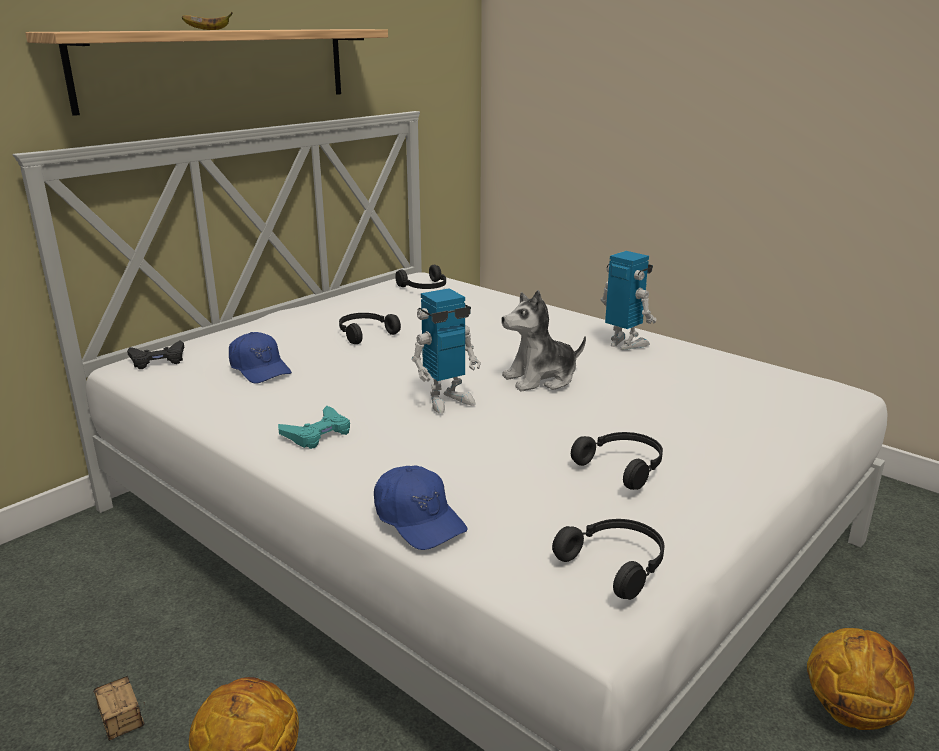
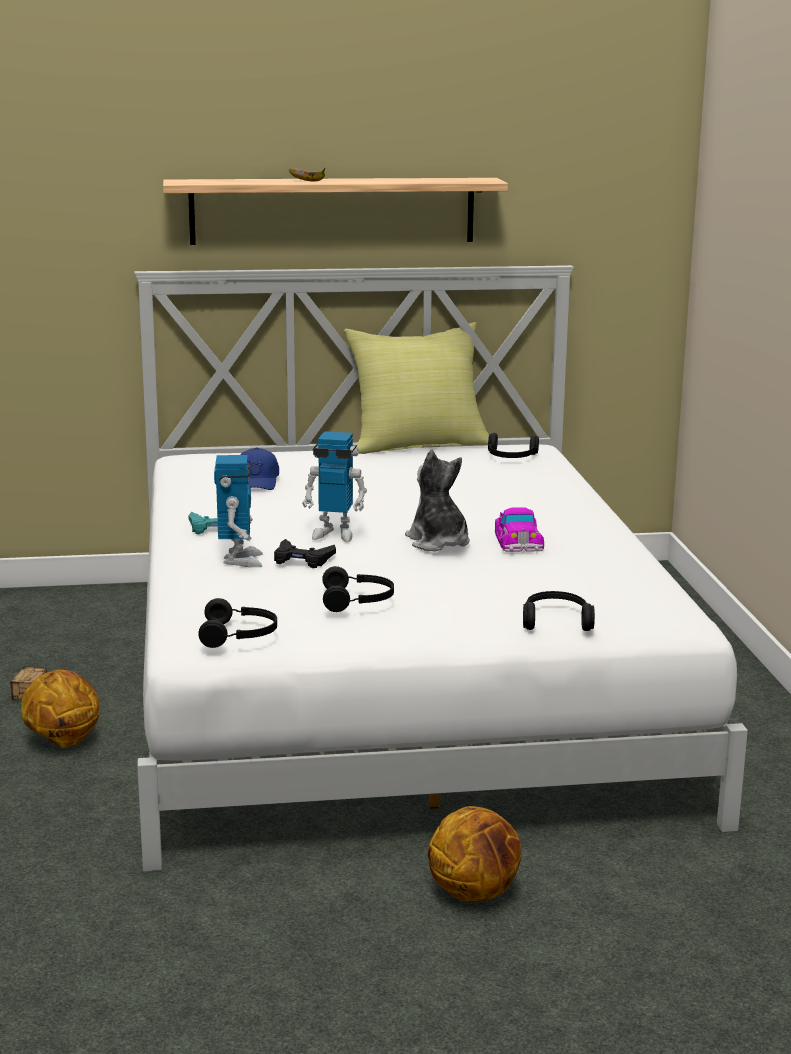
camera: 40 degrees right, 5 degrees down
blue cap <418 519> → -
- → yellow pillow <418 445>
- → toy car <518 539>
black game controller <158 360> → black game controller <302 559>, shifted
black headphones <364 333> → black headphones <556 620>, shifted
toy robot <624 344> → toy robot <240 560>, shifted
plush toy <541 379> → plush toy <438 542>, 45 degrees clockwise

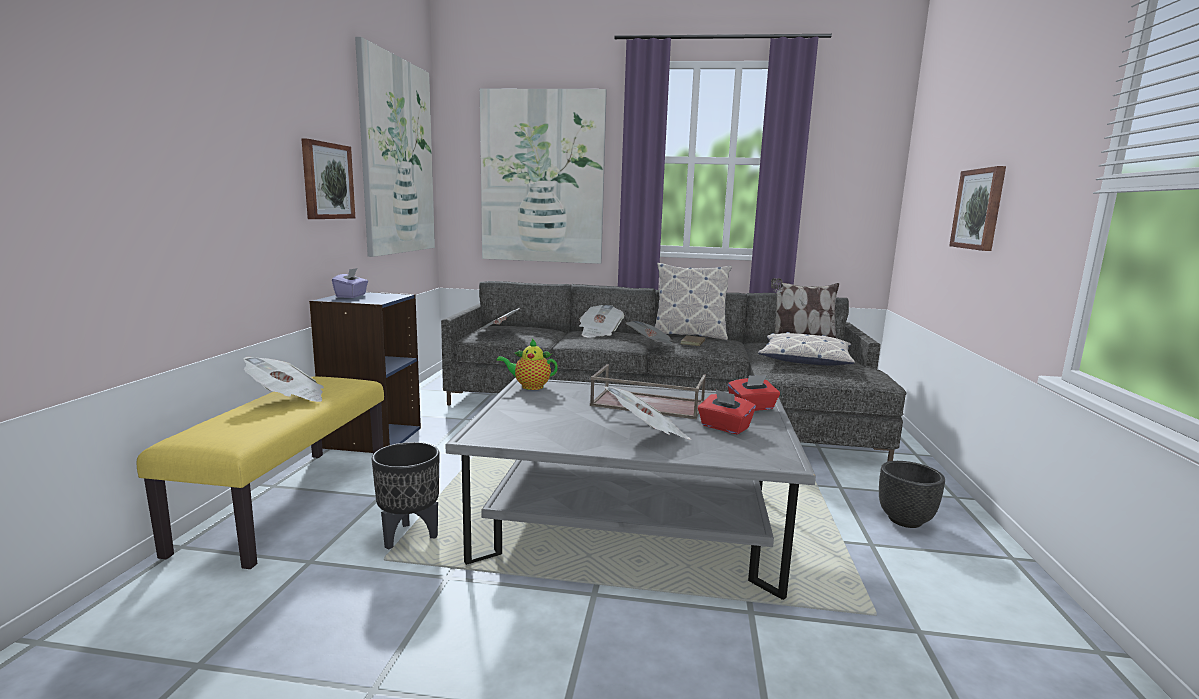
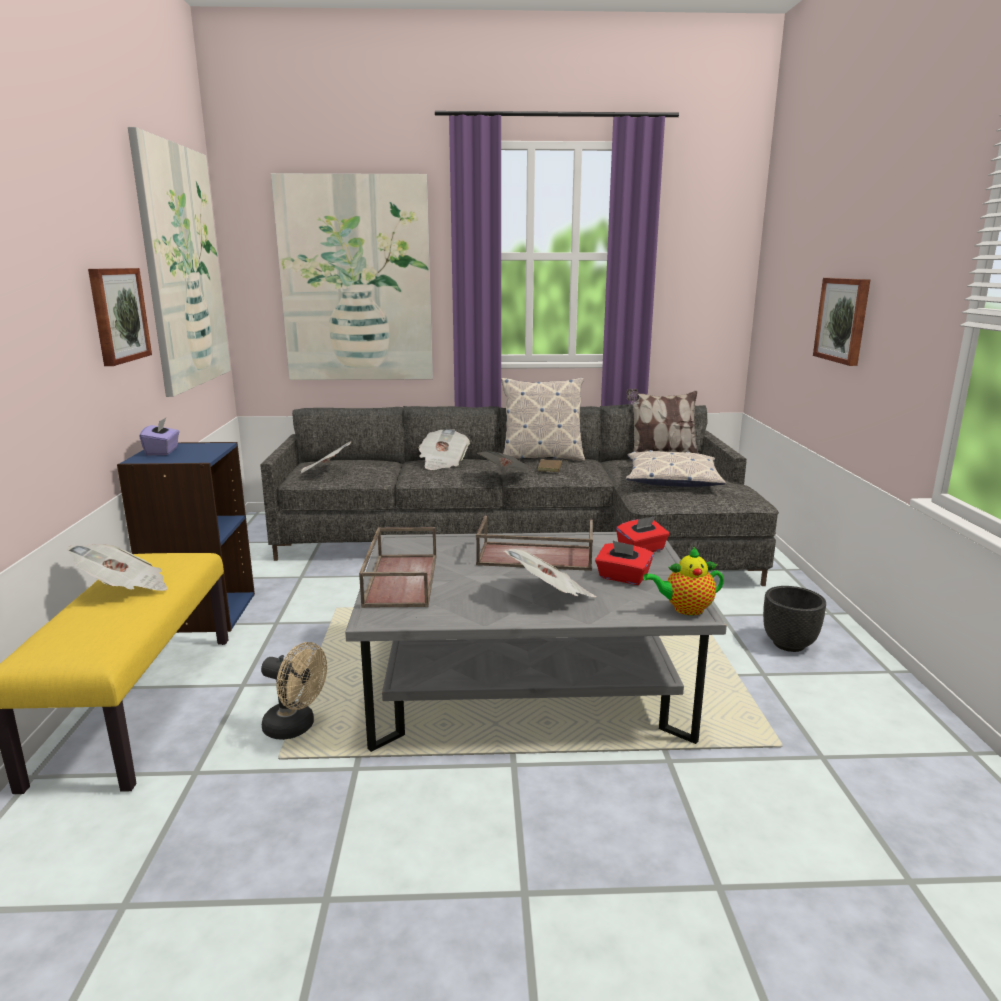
camera: 10 degrees left, 5 degrees up
- → brown tray <400 579>
teapot <529 386> → teapot <685 609>, shifted
black planter <409 536> → beige fan <296 727>

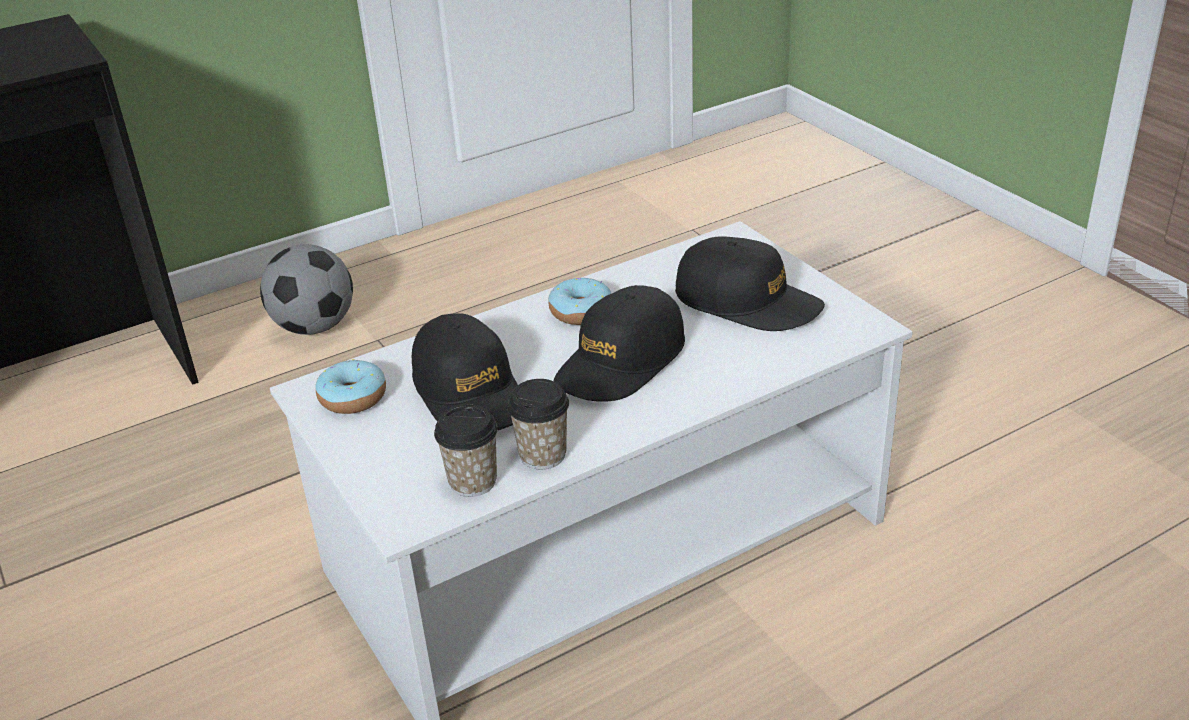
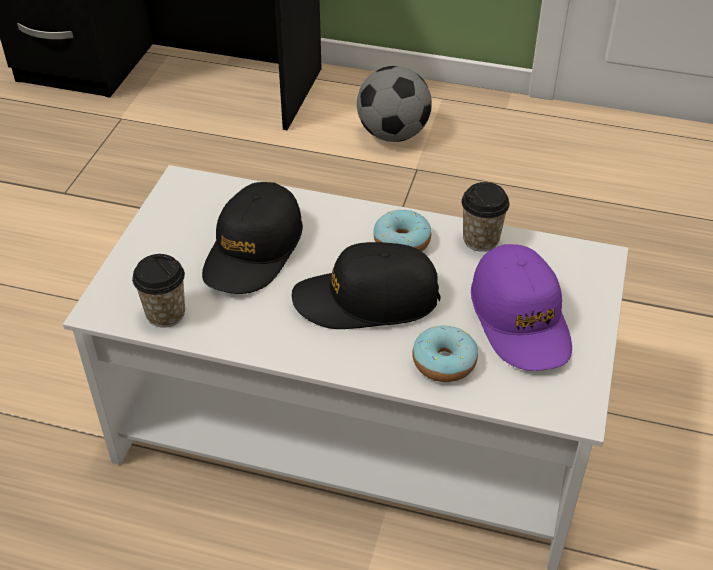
camera: 45 degrees right, 10 degrees up
donut <353 398> → donut <444 362>, shifted
cup <542 455> → cup <481 240>, shifted
black cap <747 302> → purple cap <521 319>

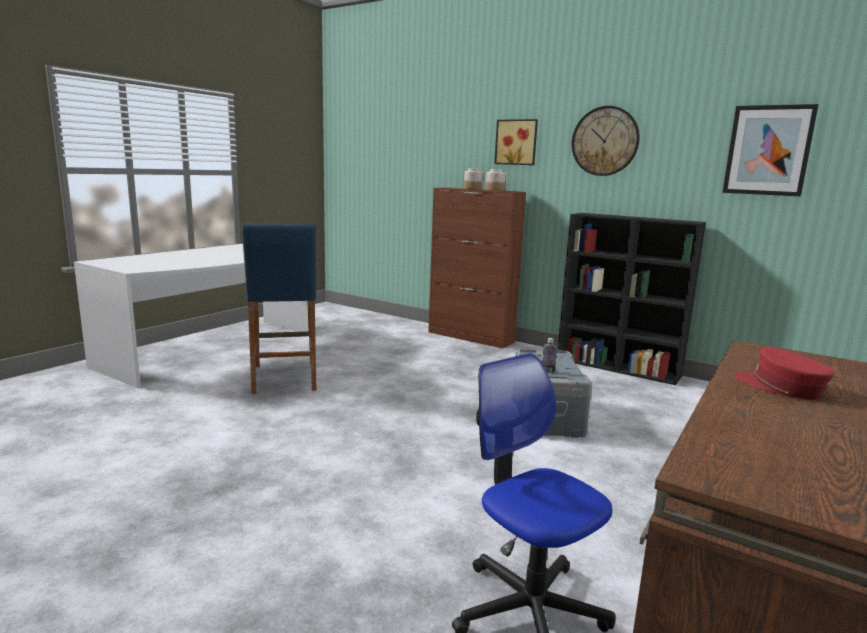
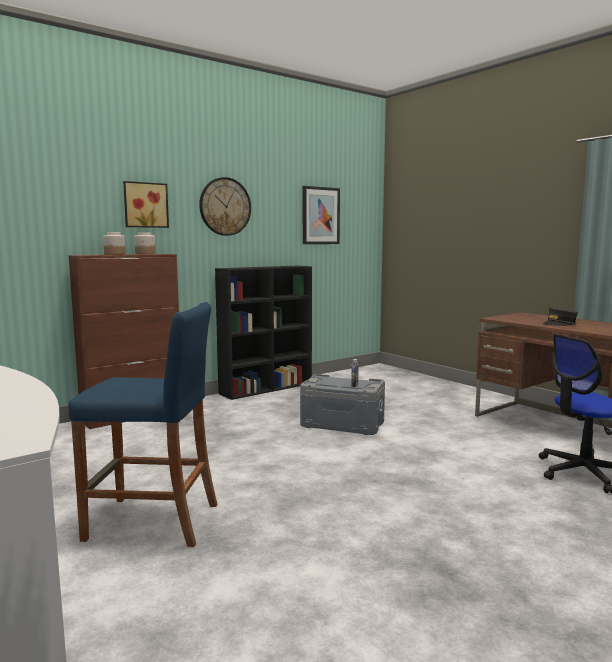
camera: 70 degrees left, 5 degrees down
red cap <780 387> → grey cap <559 324>

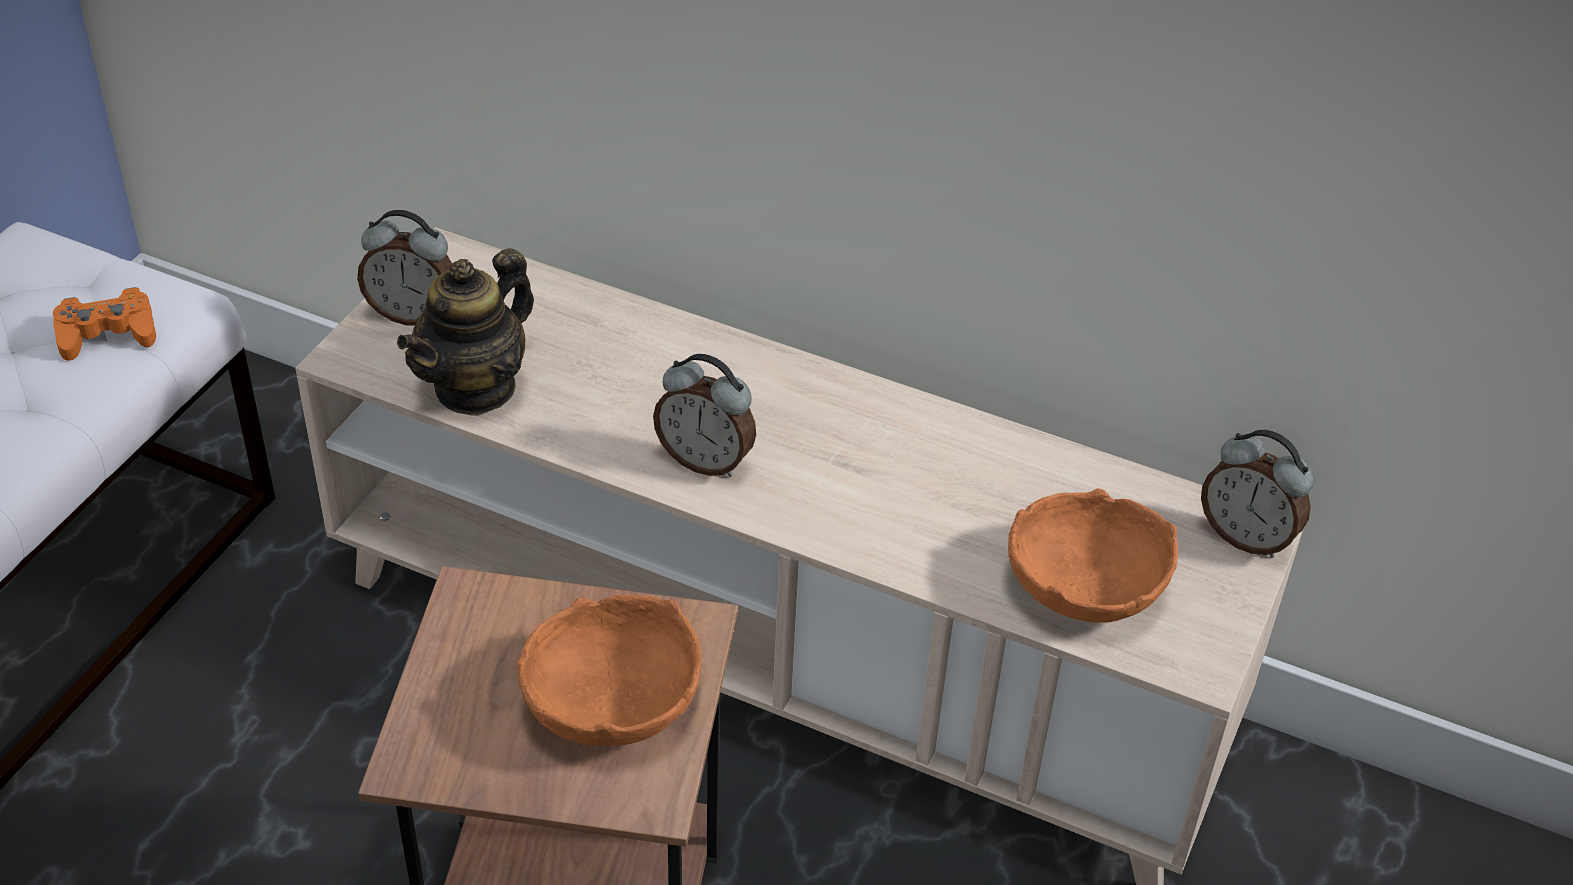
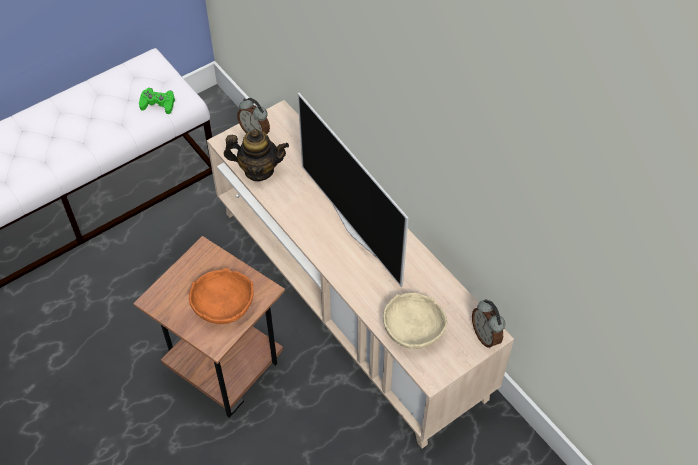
camera: 30 degrees right, 10 degrees up
alarm clock <706 460> → -
- → television <356 229>
orange game controller <107 333> → green game controller <158 104>
orange bowl <1083 586> → beige bowl <412 329>
teapot <475 387> → teapot <258 170>, 150 degrees counterclockwise

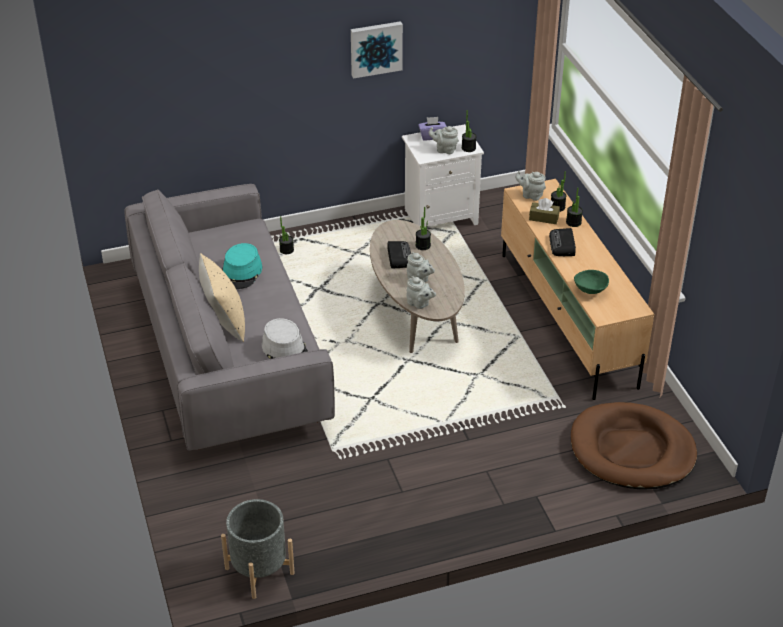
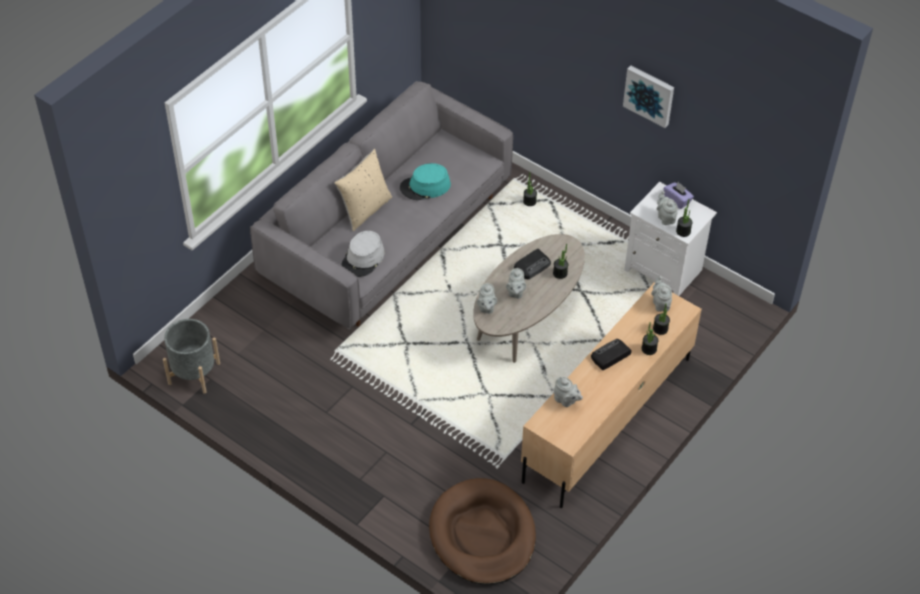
camera: 55 degrees right, 10 degrees up
brown tissue box <544 218> → -
green bowl <590 290> → grey teapot <566 401>

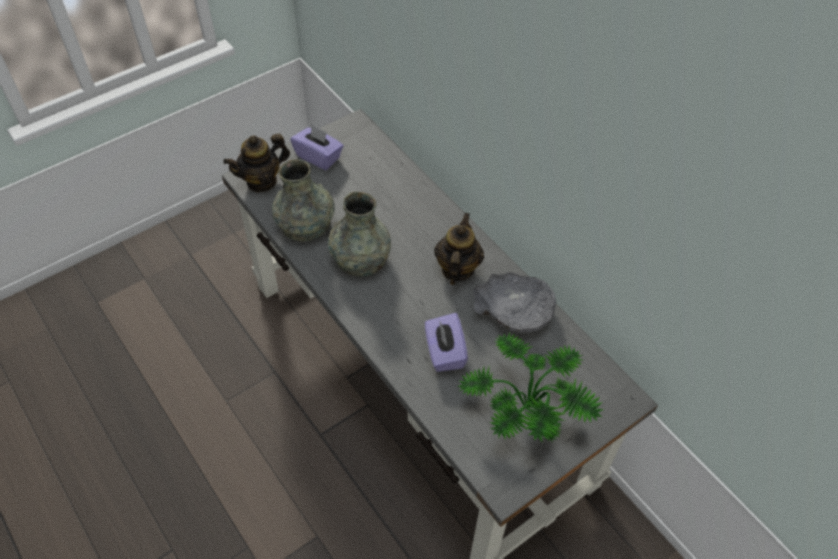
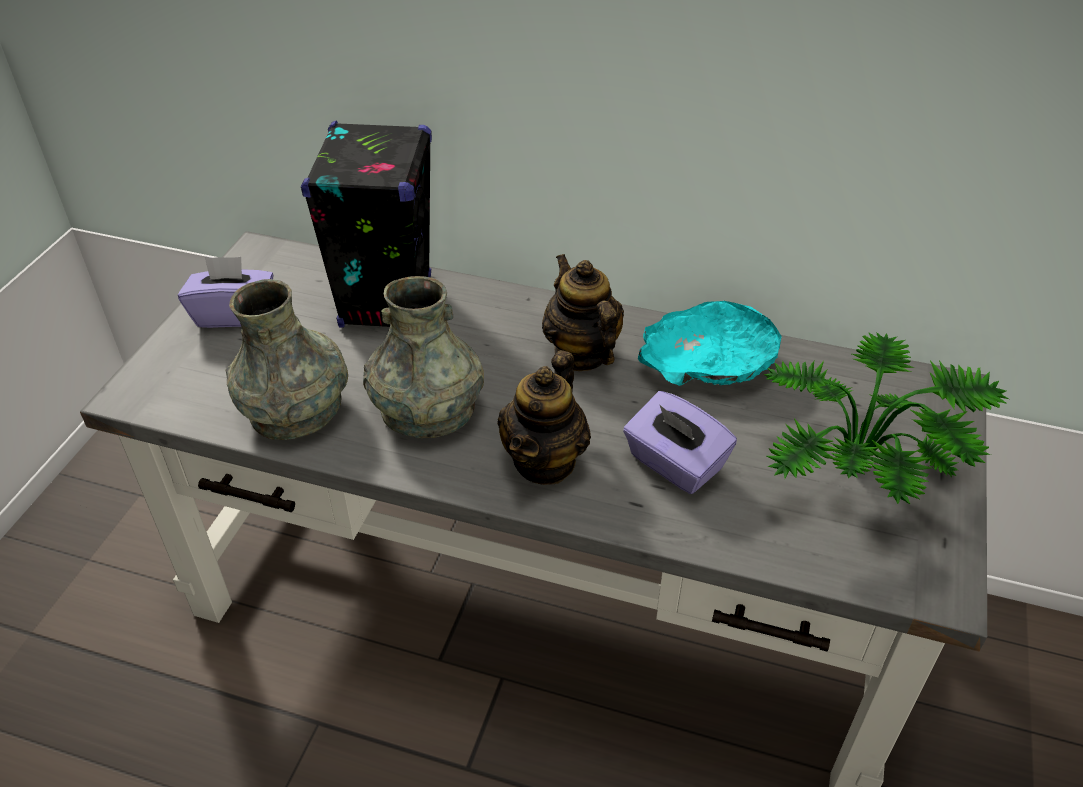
camera: 35 degrees left, 10 degrees down
- → black speaker <386 302>
teapot <262 181> → teapot <545 461>, shifted
grey bowl <514 310> → turquoise bowl <707 363>

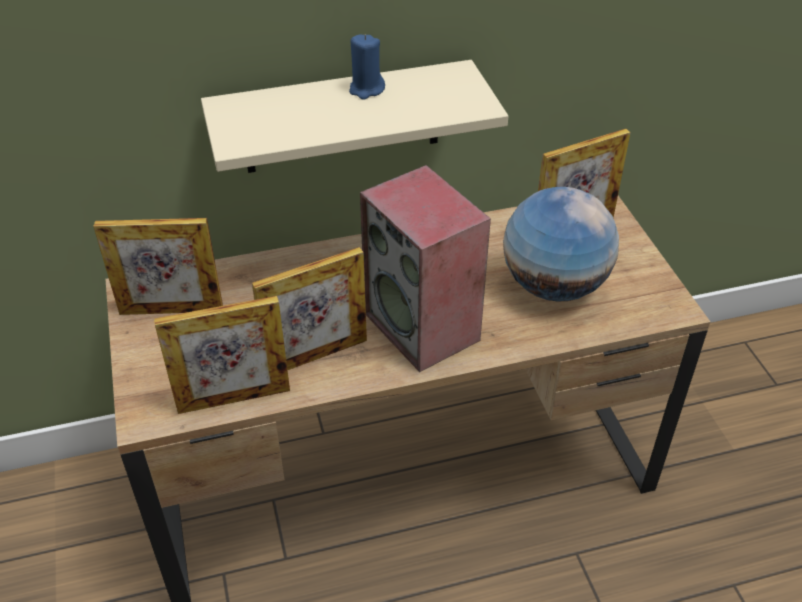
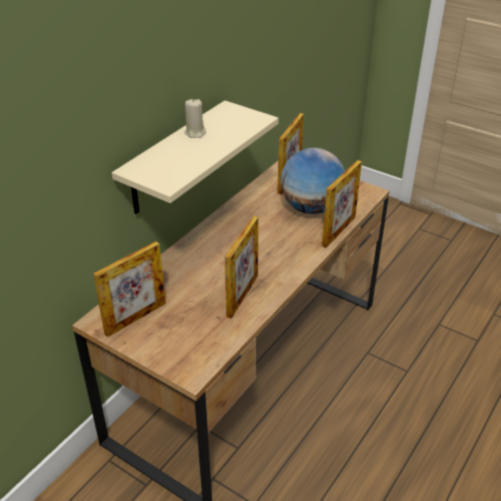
camera: 40 degrees left, 5 degrees down
speaker <423 327> → -
picture frame <234 399> → picture frame <338 231>, shifted
blue candle <366 89> → beige candle <195 133>

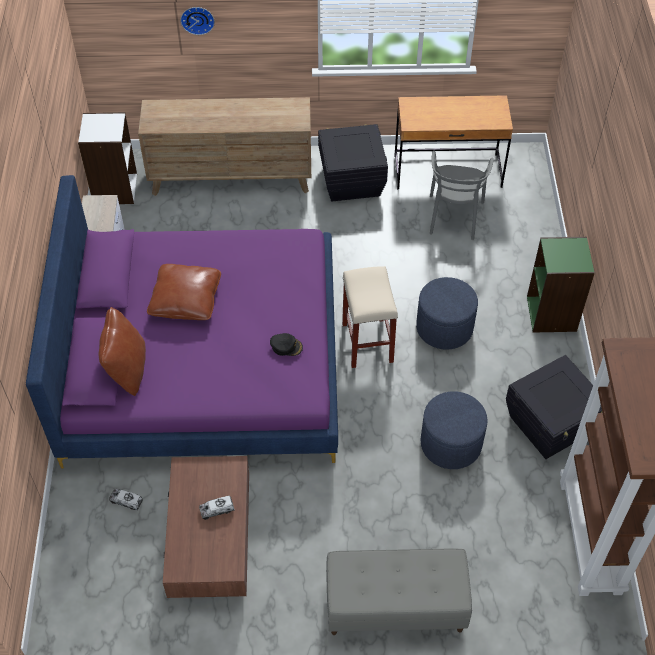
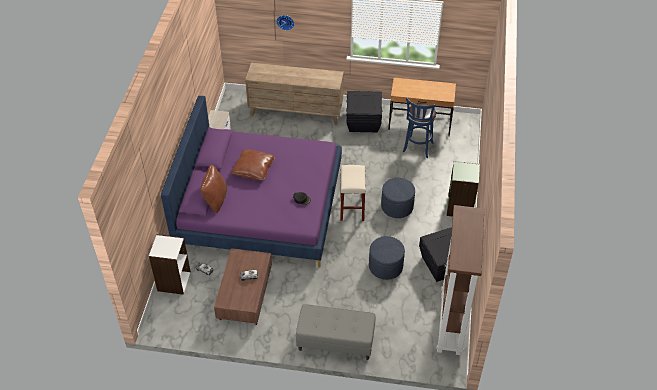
camera: 10 degrees right, 5 degrees down
white bookcase <114 189> → white bookcase <173 281>, shifted
grey chair <454 216> → blue stool <417 148>

